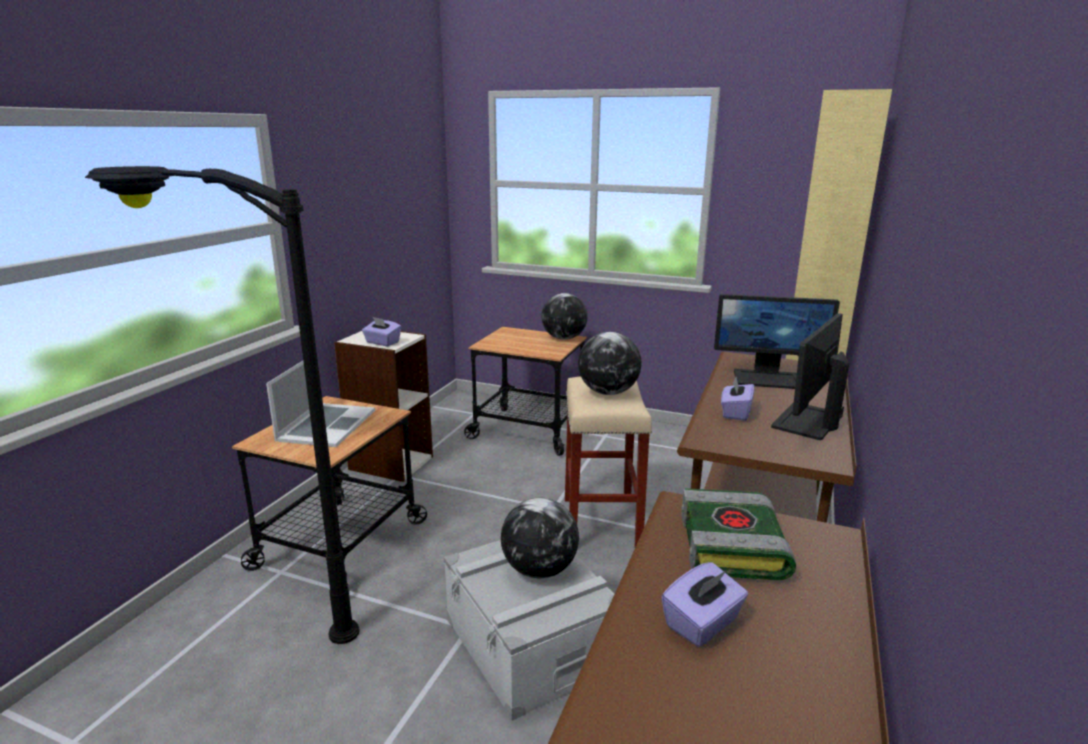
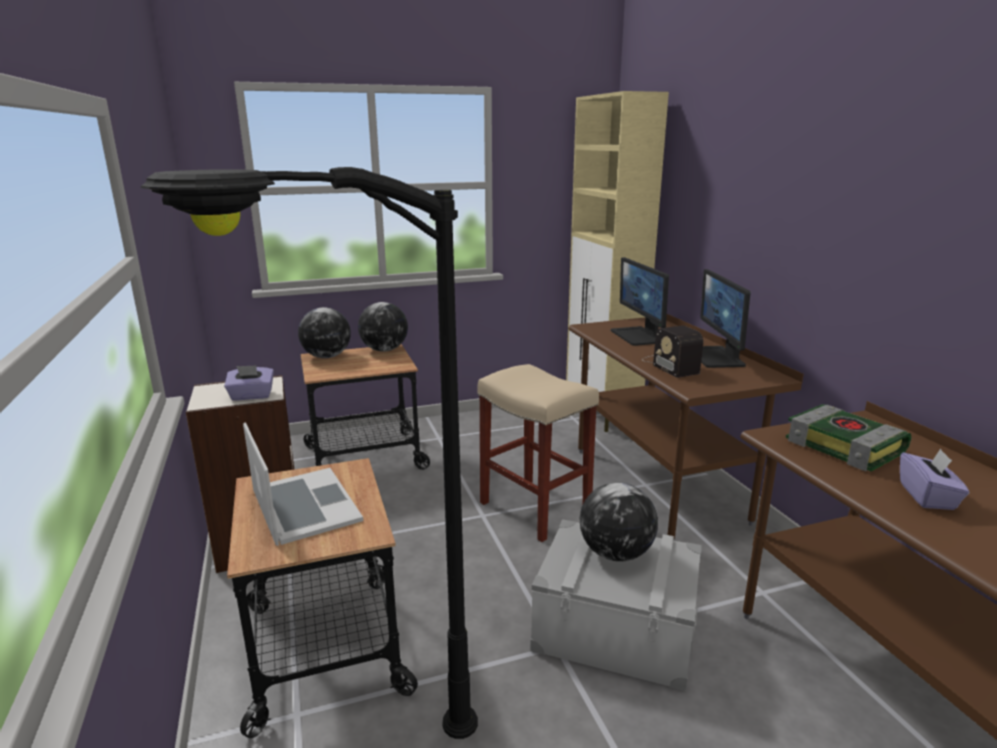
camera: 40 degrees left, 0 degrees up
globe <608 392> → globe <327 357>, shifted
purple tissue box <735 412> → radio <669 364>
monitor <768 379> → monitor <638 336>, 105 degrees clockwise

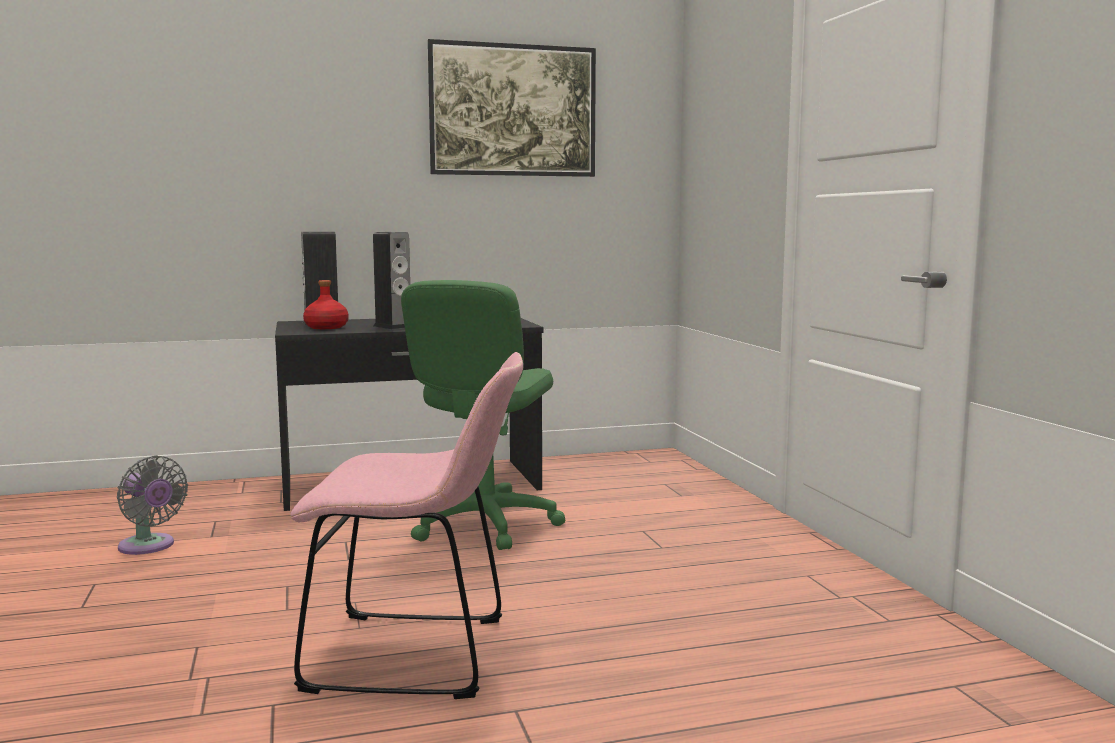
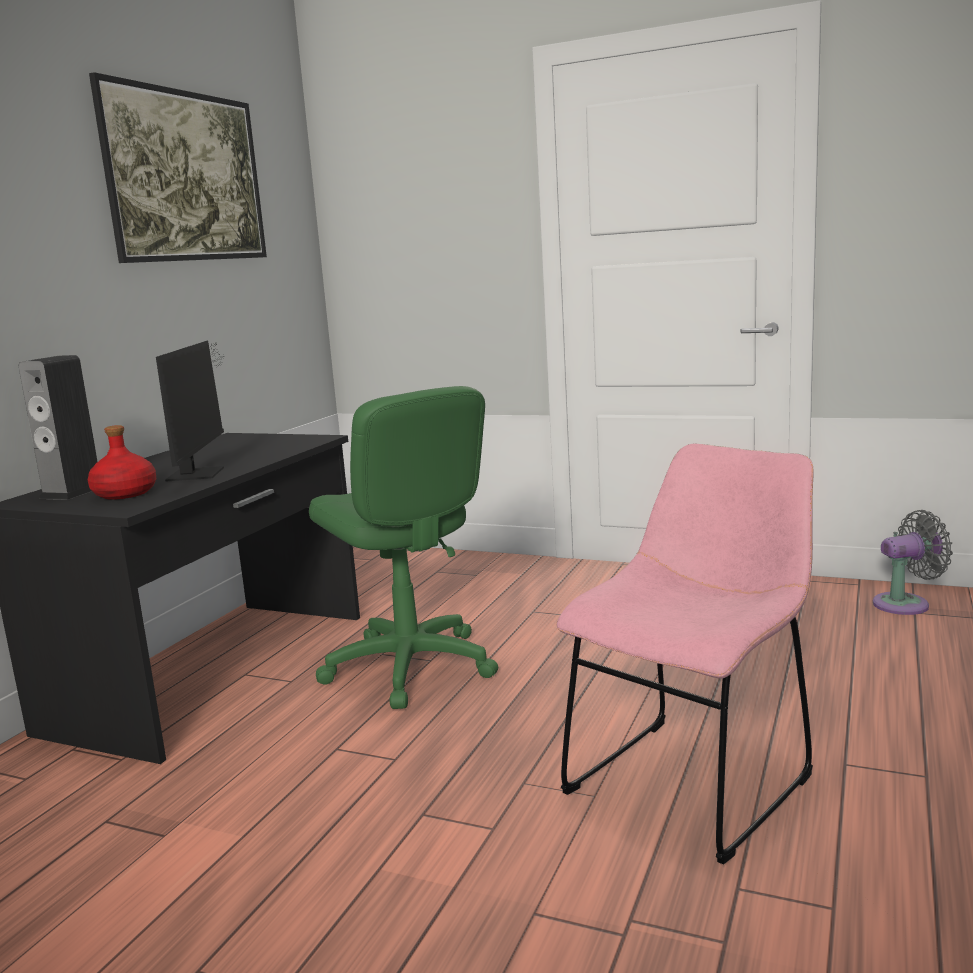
camera: 50 degrees left, 5 degrees up
grey fan <149 547> → grey fan <906 604>, shifted
speaker <393 326> → monitor <200 472>

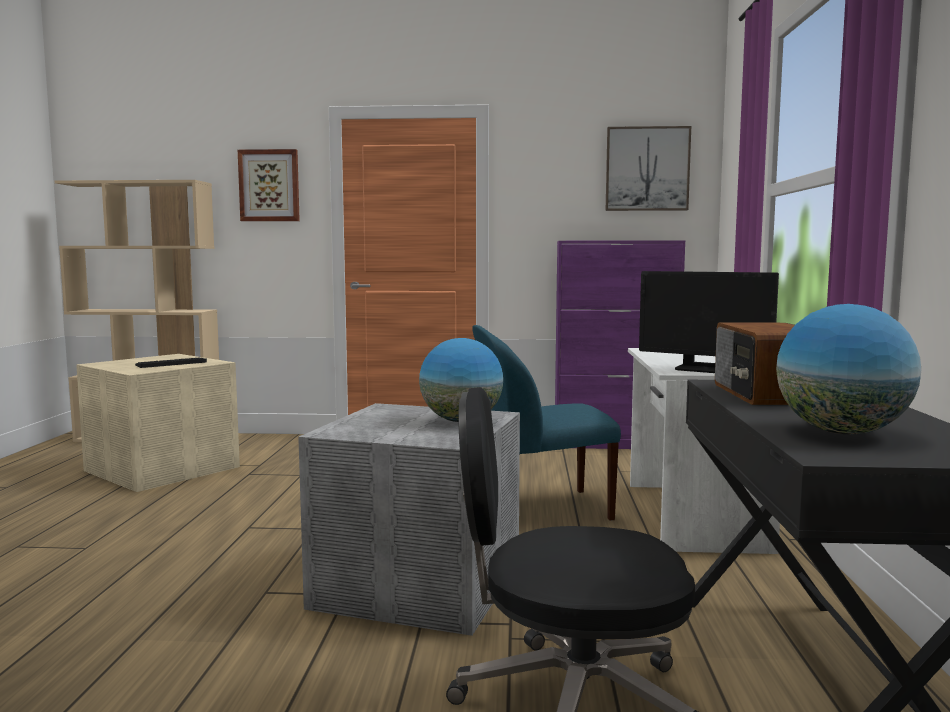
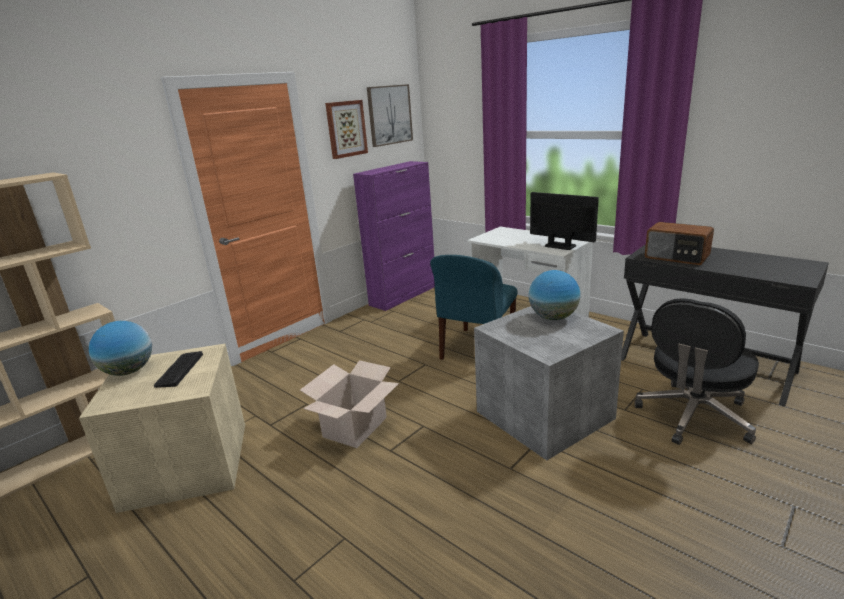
camera: 50 degrees left, 15 degrees up
- → cardboard box <355 427>
picture <269 185> → picture <346 129>, shifted
globe <841 432> → globe <129 371>, shifted
monitor <704 369> → monitor <560 246>, 120 degrees counterclockwise

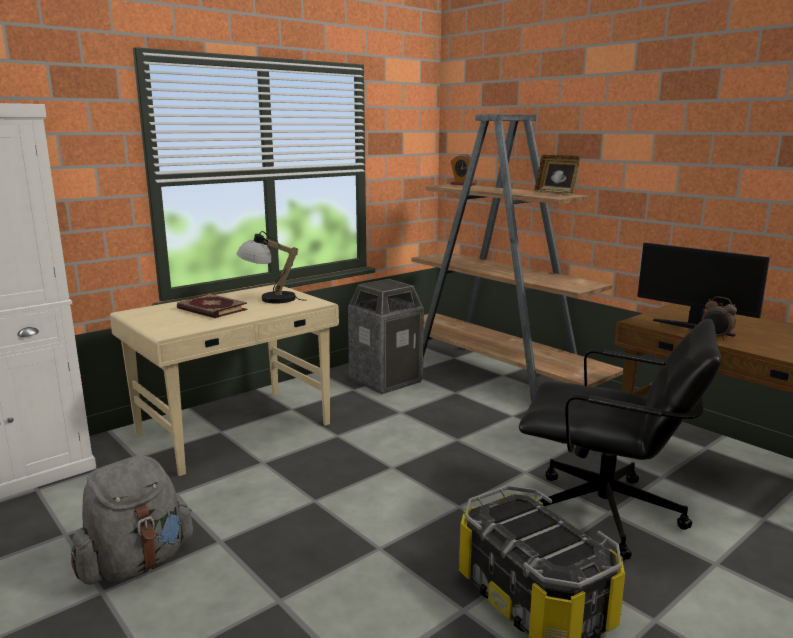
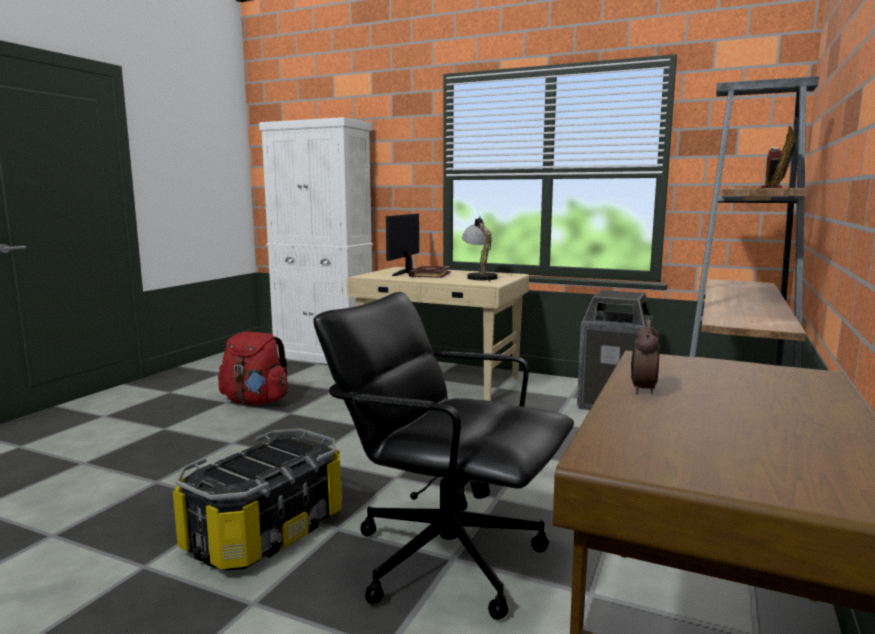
camera: 65 degrees right, 5 degrees down
monitor <693 327> → monitor <406 272>, shifted
grey backpack <137 564> → red backpack <255 401>
black office chair <606 514> → black office chair <446 556>, 120 degrees clockwise

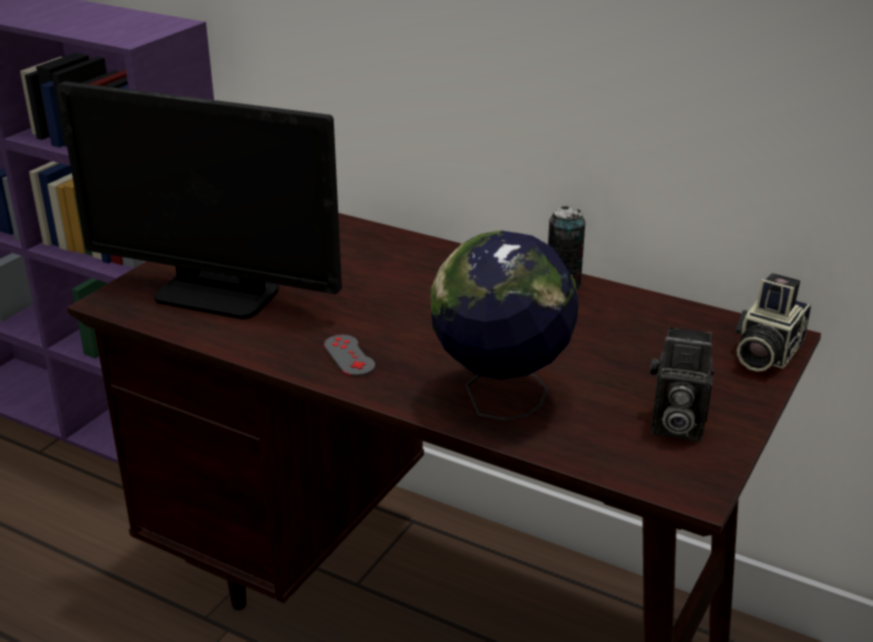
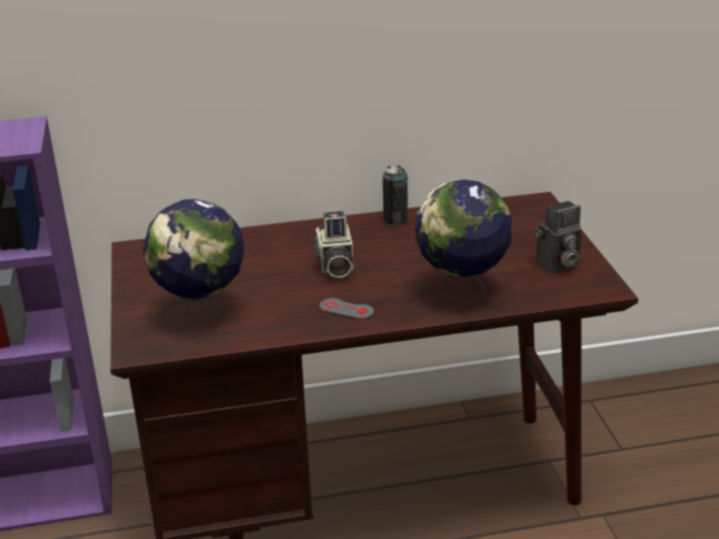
camera: 40 degrees left, 0 degrees up
photo camera <764 353> → photo camera <334 265>, shifted
monitor <217 294> → globe <202 314>

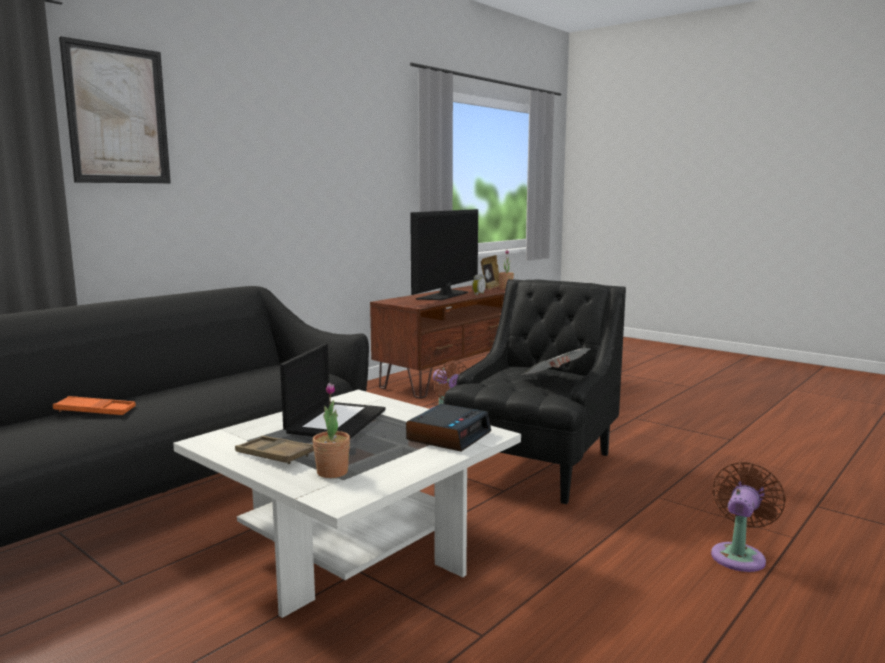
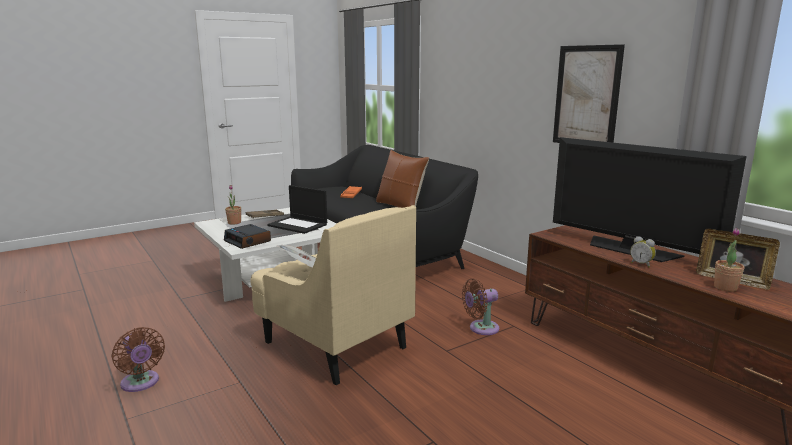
camera: 105 degrees right, 5 degrees up
- → brown pillow <400 206>
picture <117 115> → picture <586 96>, shifted
black armchair <534 467> → beige armchair <333 344>

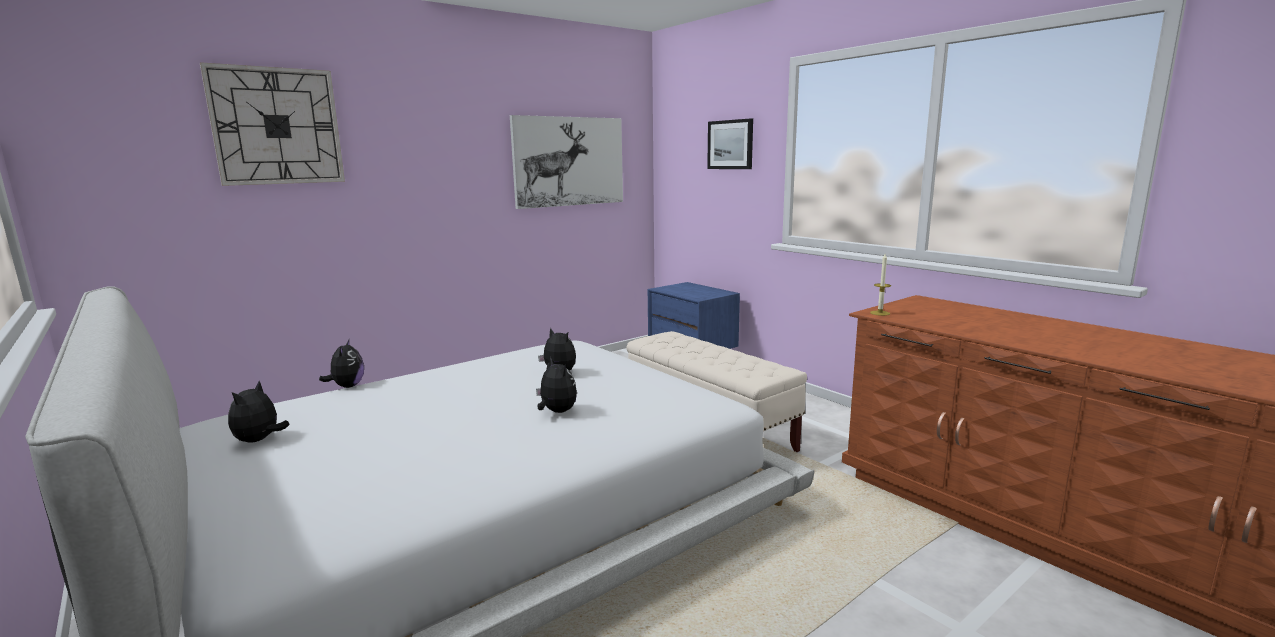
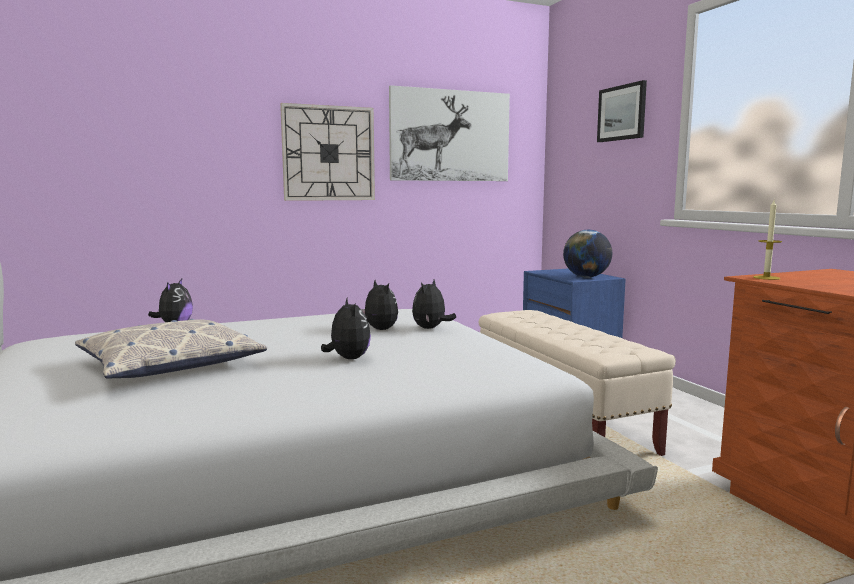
camera: 15 degrees right, 5 degrees down
- → pillow <170 364>
- → globe <586 277>
wall clock <277 126> → wall clock <328 153>, shifted
plush toy <259 440> → plush toy <431 328>, shifted

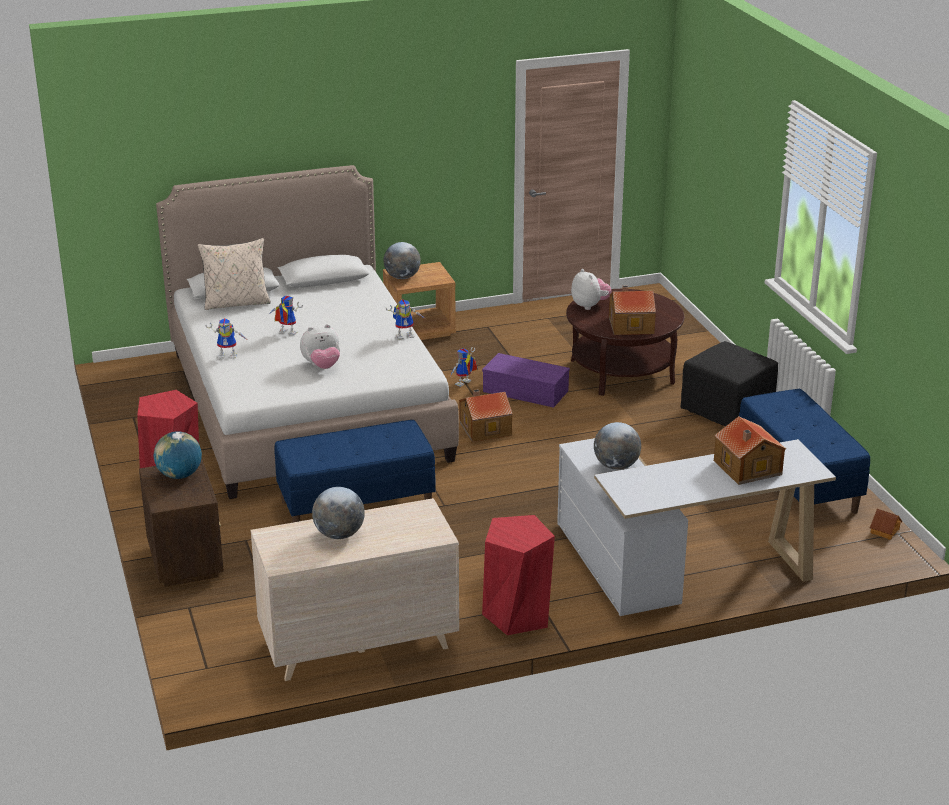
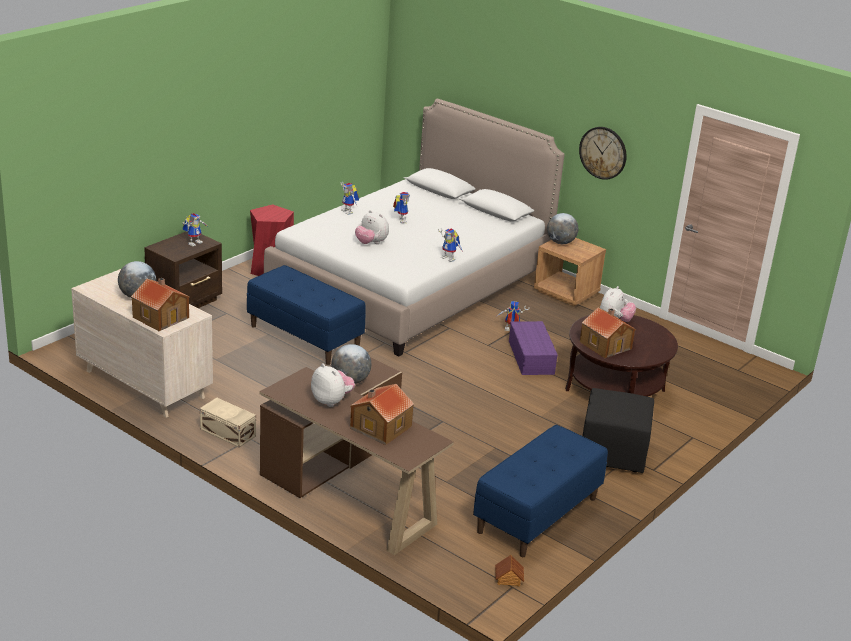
camera: 55 degrees right, 0 degrees up
beige pillow <236 303> → -
- → plush toy <332 401>
- → wall clock <603 152>
toy house <484 428> → toy house <161 317>, shifted
globe <179 475> → toy robot <194 242>
red stool <517 614> → beige storage box <228 433>
white desk <675 567> → brown desk <350 484>

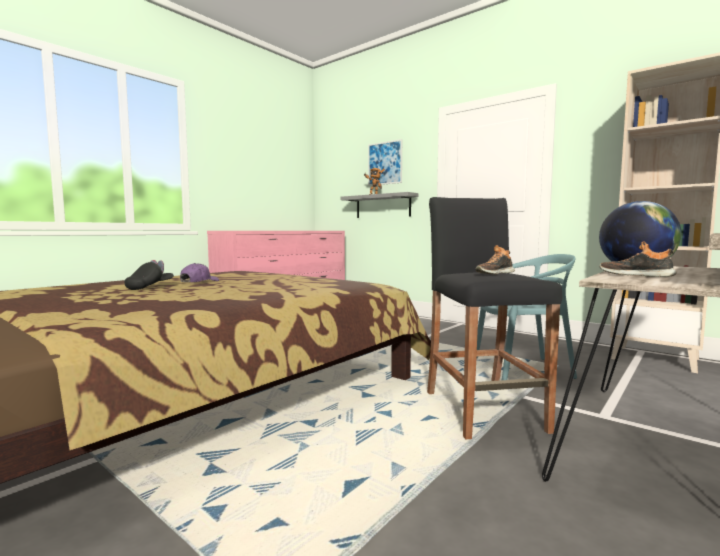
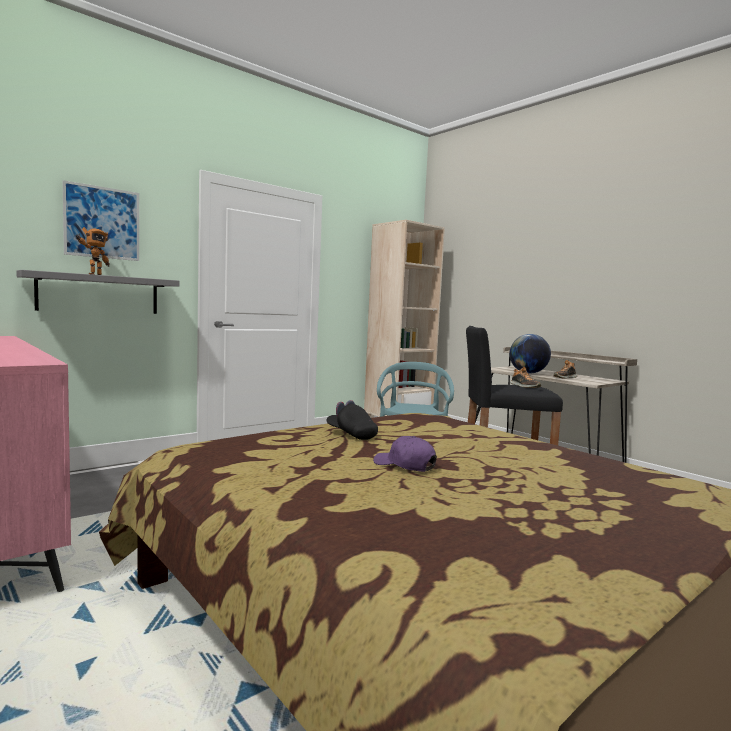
camera: 80 degrees left, 0 degrees up
black cap <150 287> → black cap <351 434>, shifted

